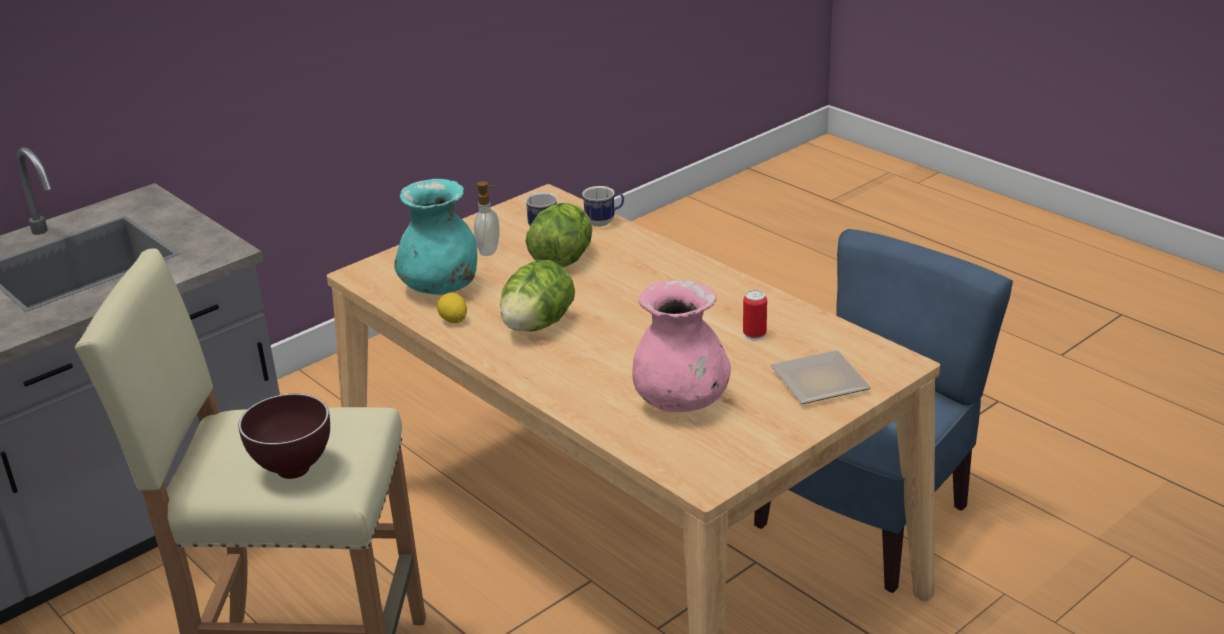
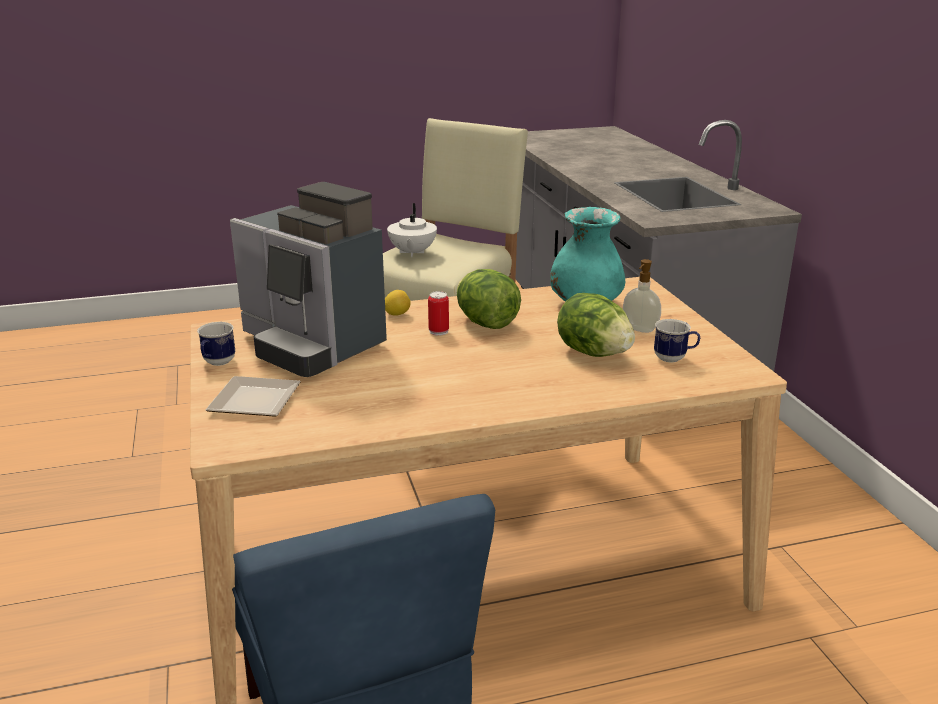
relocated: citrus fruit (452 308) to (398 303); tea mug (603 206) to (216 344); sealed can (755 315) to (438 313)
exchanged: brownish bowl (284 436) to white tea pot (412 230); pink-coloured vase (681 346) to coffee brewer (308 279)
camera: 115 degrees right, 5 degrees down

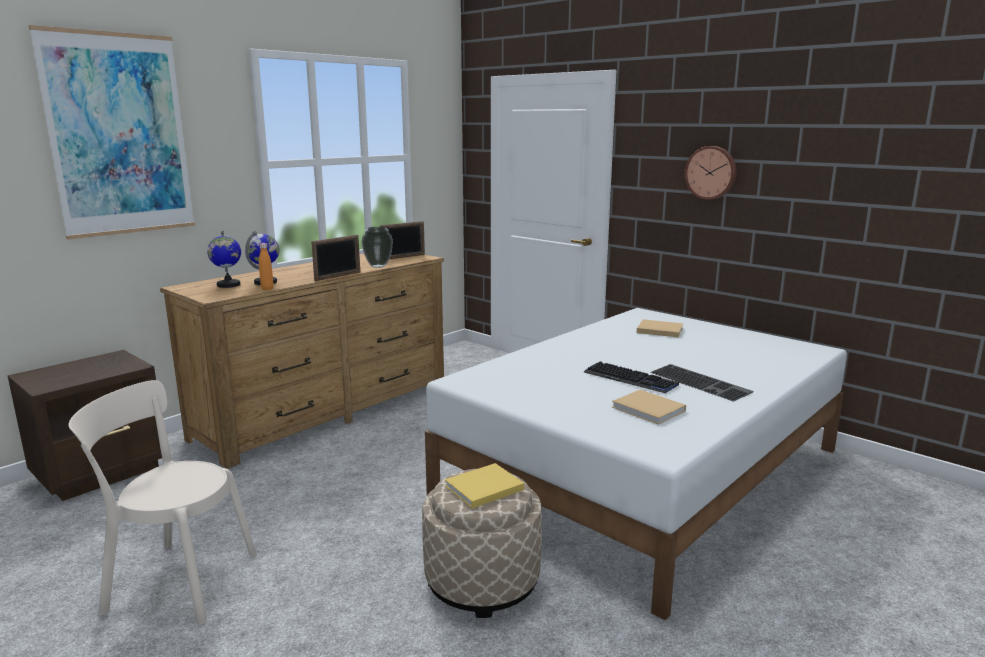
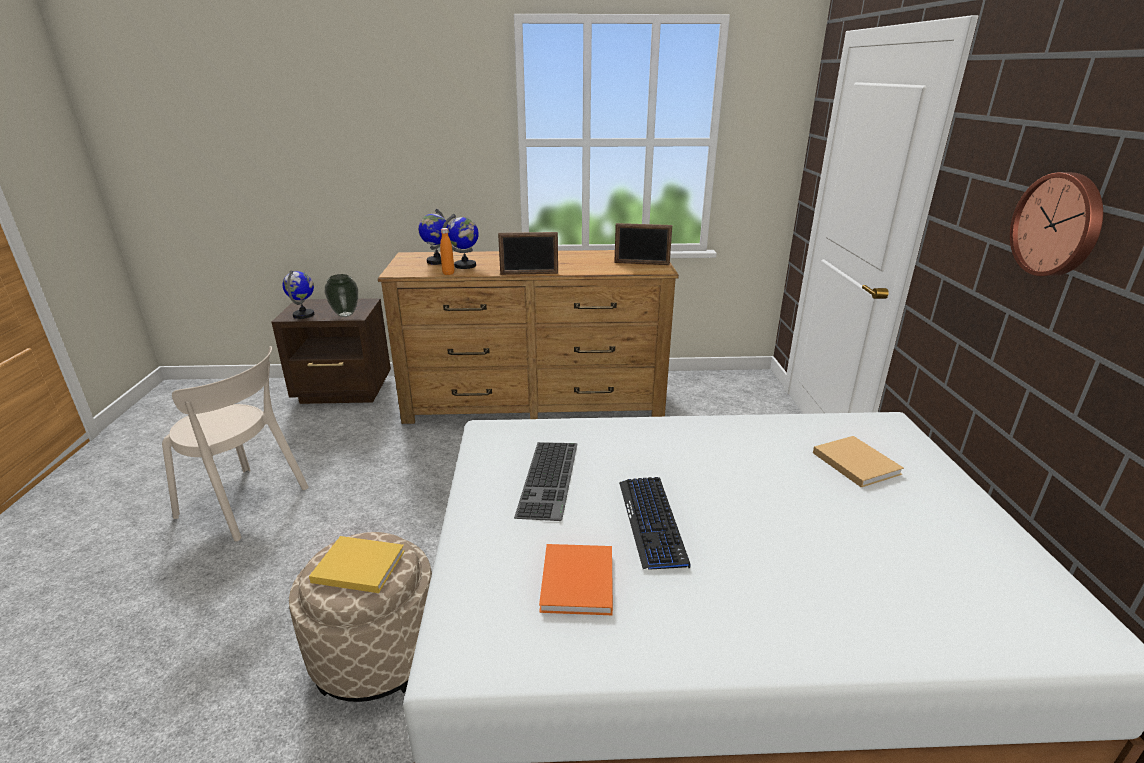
missing: picture (112 132)
appeared: globe (298 294)
relocated: vase (377 247) to (341 295); computer keyboard (701 383) to (546 481)
colour: sand-coloured bound book (649 407) to orange bound book (576 579)
spun: sand-coloured plain chair (163 502) = (235 444) 150 degrees clockwise
camera: 45 degrees right, 10 degrees up

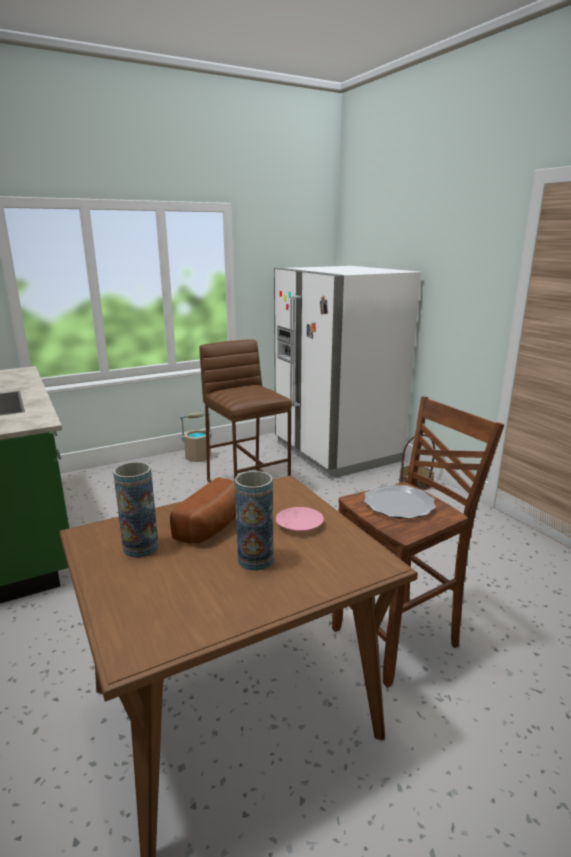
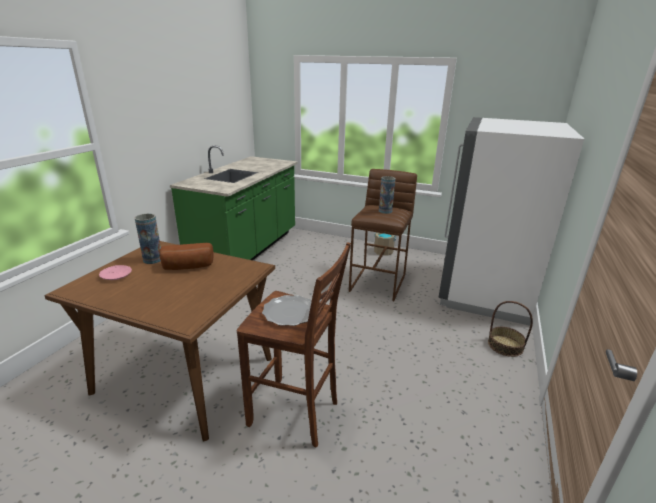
relocated: vase (254 520) to (387 195); pink-coloured dinner plate (300 519) to (115 272)
camera: 50 degrees right, 5 degrees up

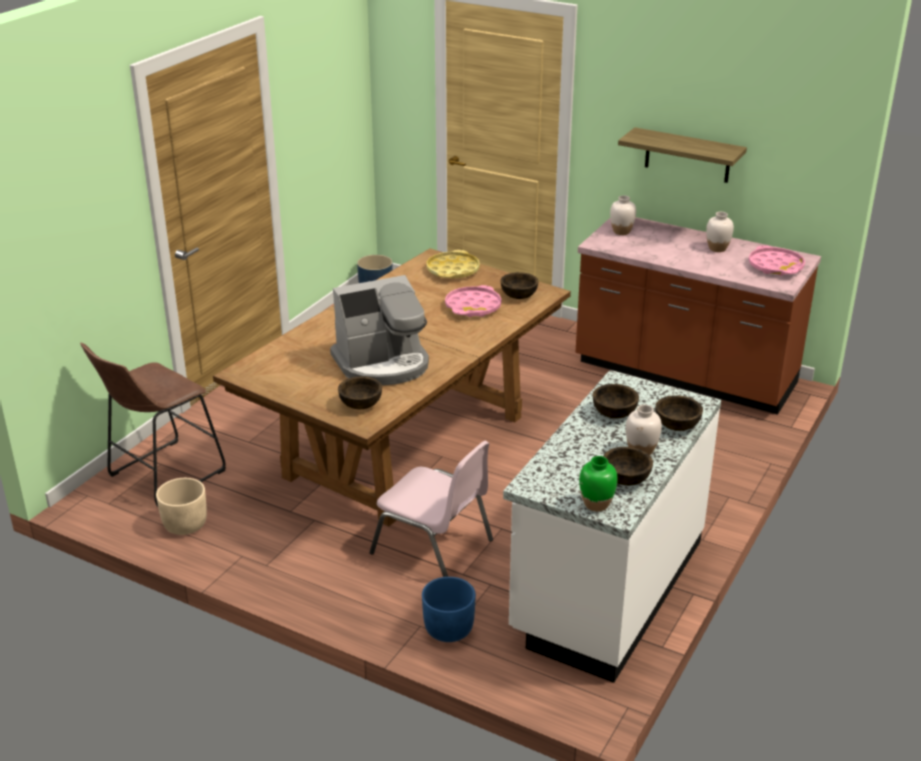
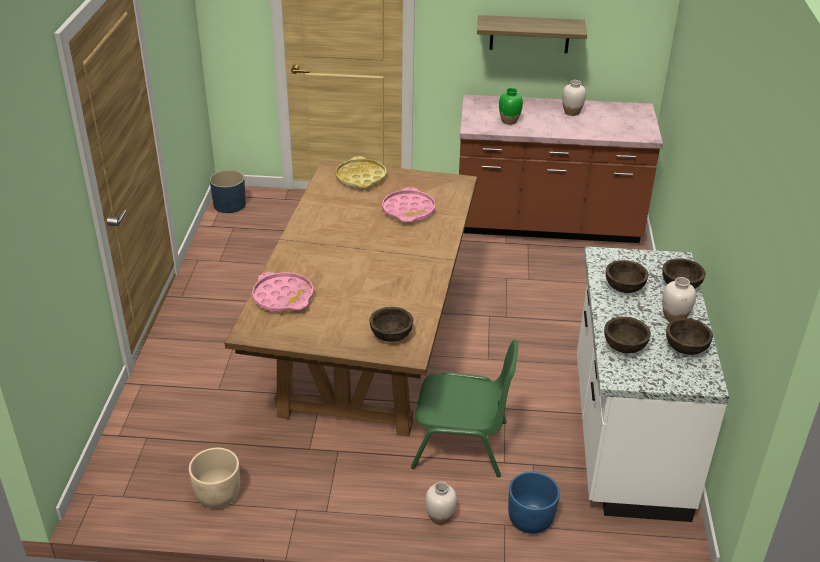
missing: brownish sitting stool (153 425); coffee brewer (379 330)
relocated: brownish bowl (519 285) to (627 335); green-coloured vase (598 484) to (511 106); white vase (623 215) to (441 503); pink-coloured serving tray (777 260) to (283 292)
colour: pink-coloured plain chair (431 509) to green-coloured plain chair (465 408)
camera: 25 degrees left, 5 degrees up

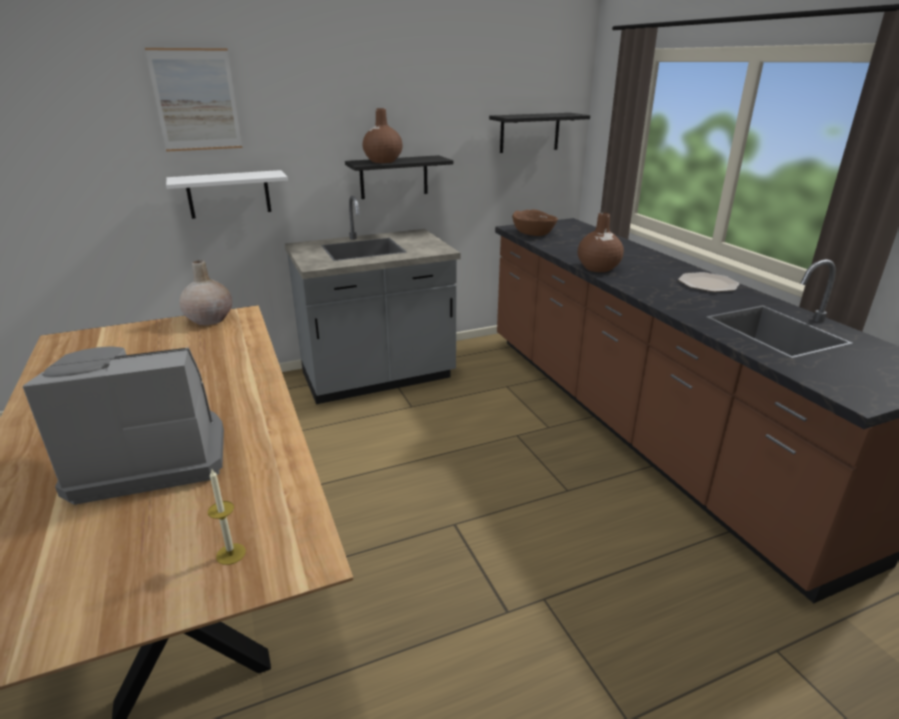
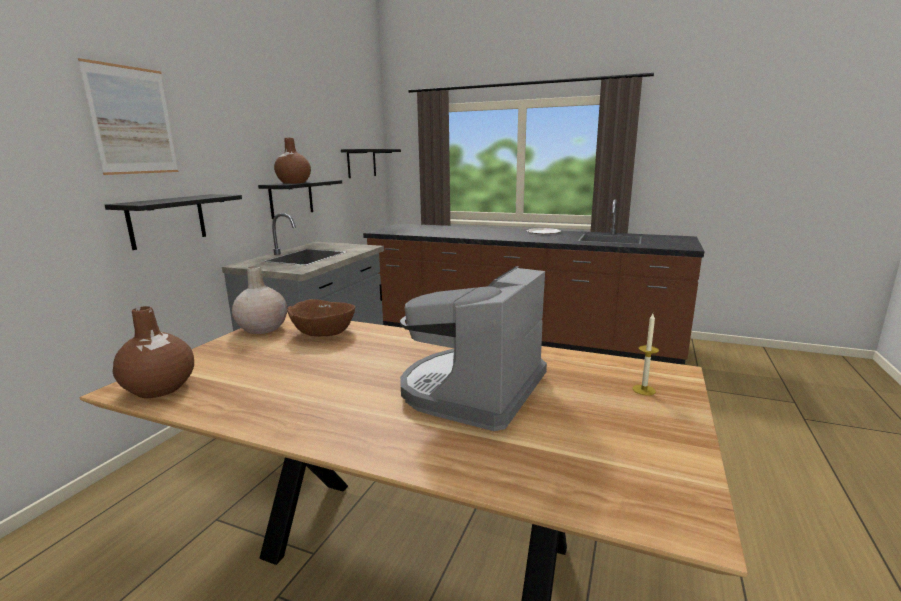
relocated: brownish bowl (535 223) to (321 317); brownish vase (600 242) to (153 352)
colour: white wall shelf (227 194) to black wall shelf (173 222)
camera: 45 degrees left, 10 degrees down

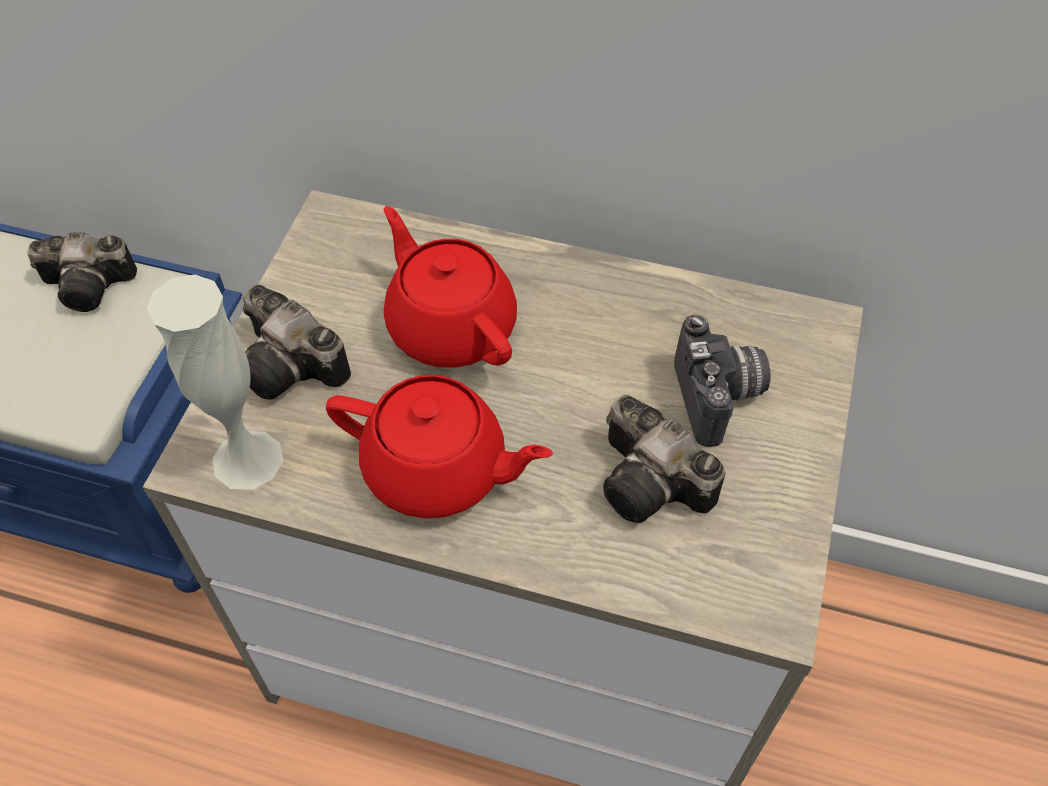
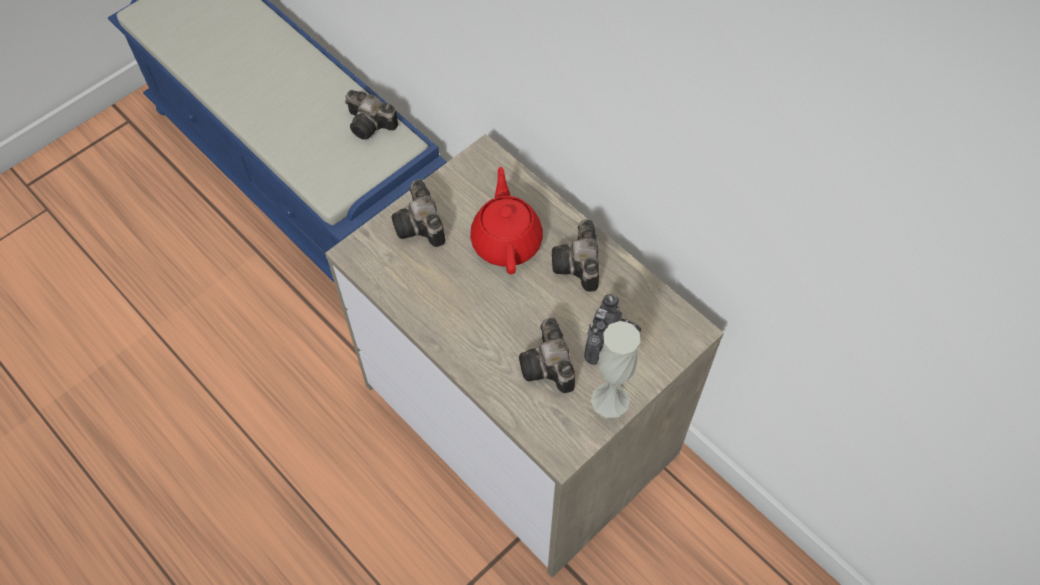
missing: red-coloured tea pot (439 447)
appeared: still camera (575 256)
relocated: white vase (215 382) to (615 369)
camera: 30 degrees right, 5 degrees up

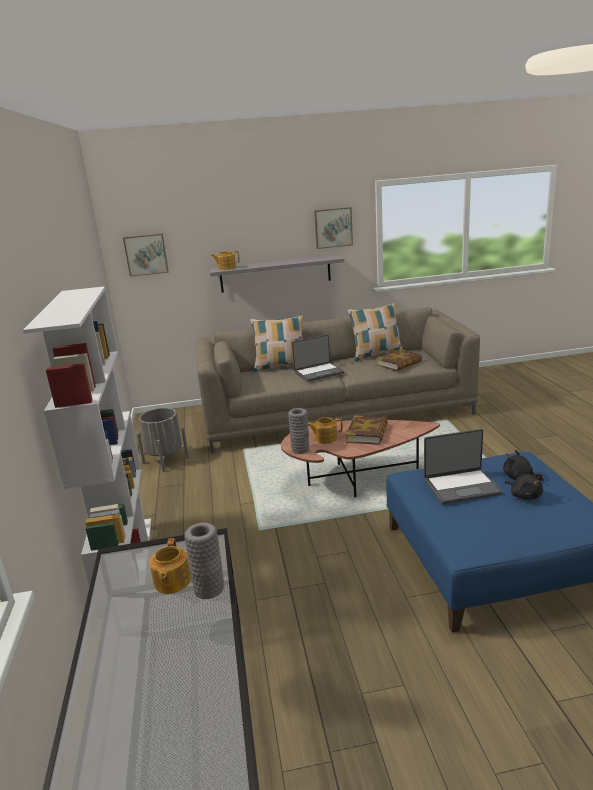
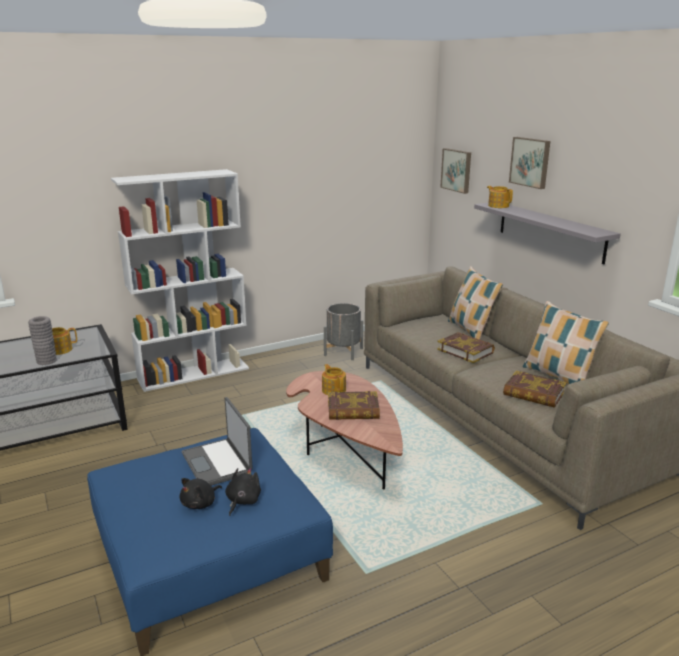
missing: grey vase (298 431)
relocated: picture (333 228) to (529 163)
exchanged: notebook computer (318 358) to bound book (466 347)
camera: 70 degrees right, 0 degrees up

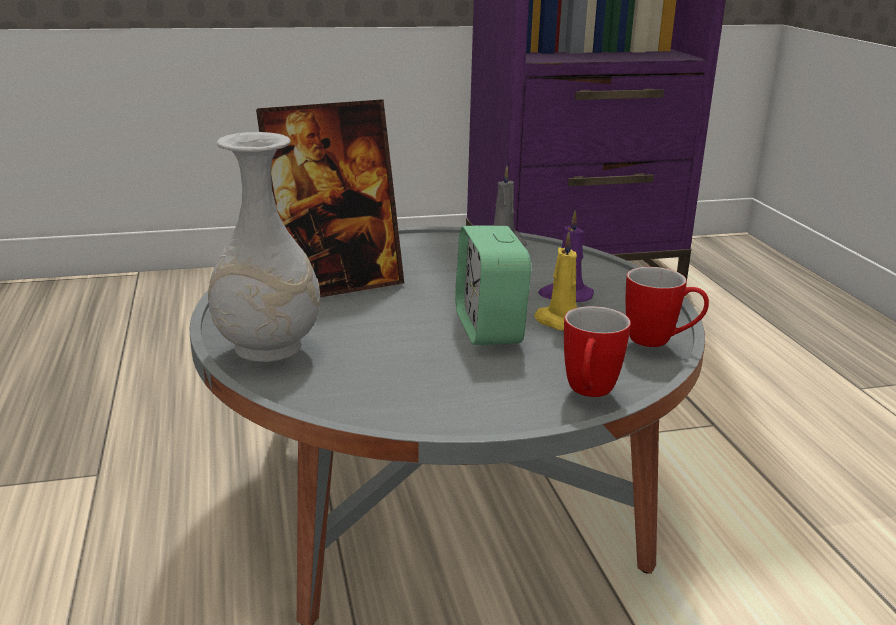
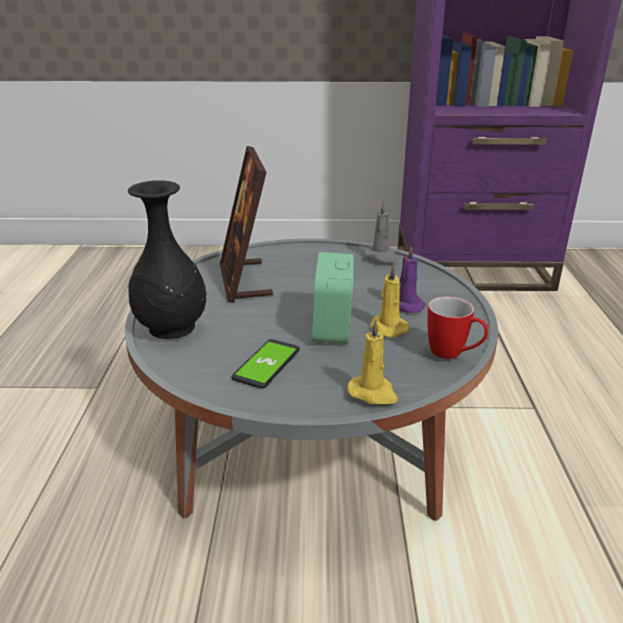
appeared: telephone (265 364)
exchanged: tea mug (597 351) to yellowish candle (372 361)
colour: white vase (264 247) to black vase (167 260)
spun: picture frame (330 198) = (246 224) 90 degrees clockwise
camera: 15 degrees right, 5 degrees up

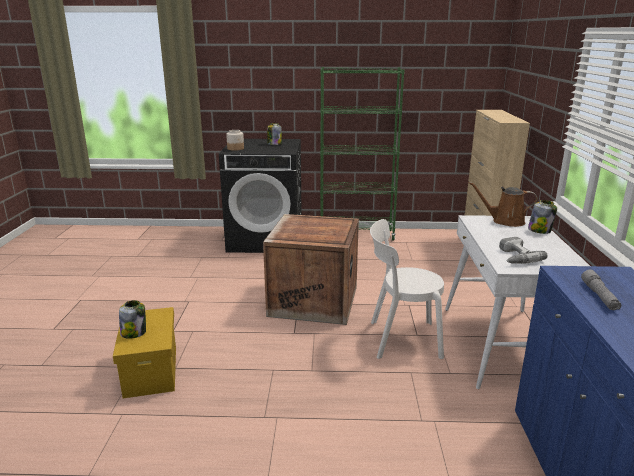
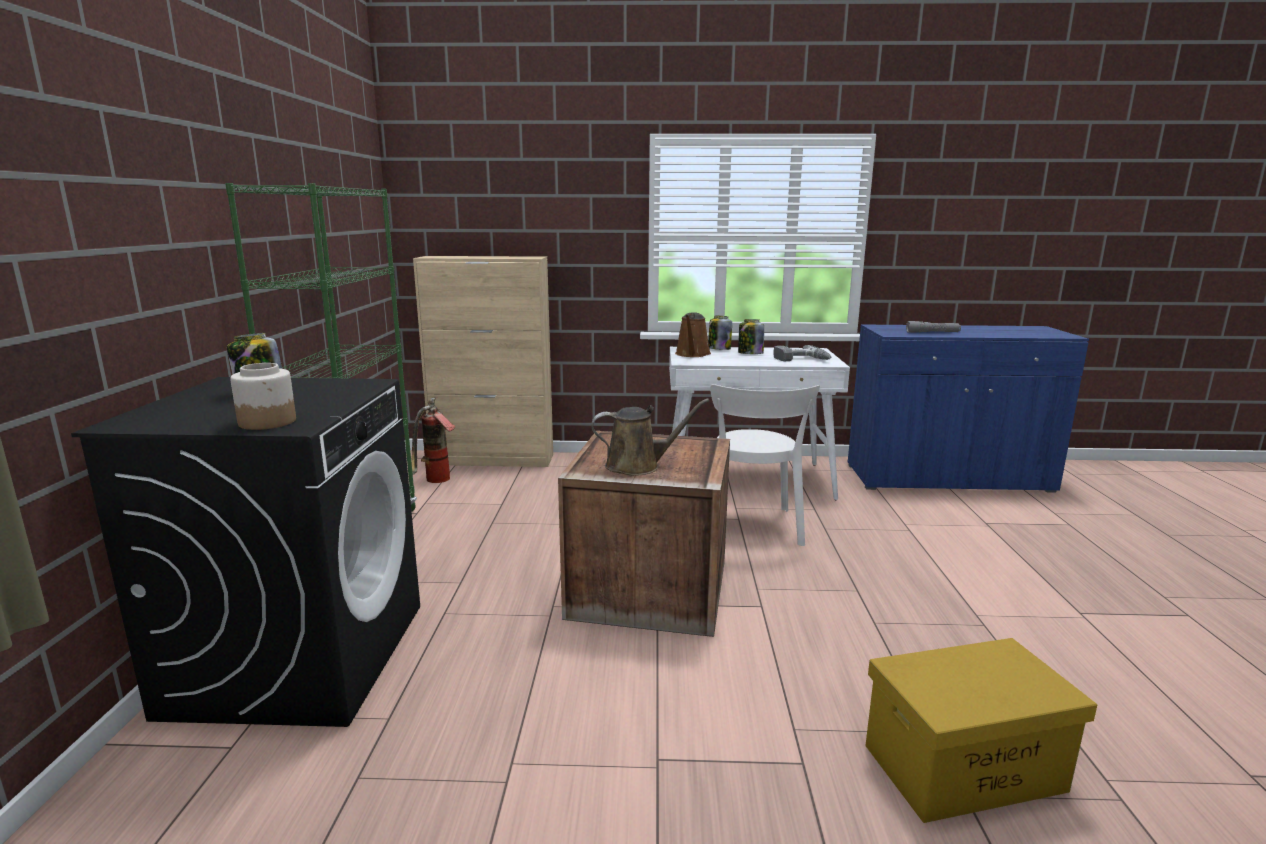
appeared: fire-fighting cylinder (433 440); brownish watering pot (650 437)
relocated: storage jar (132 319) to (751 336)
camera: 90 degrees left, 5 degrees down

